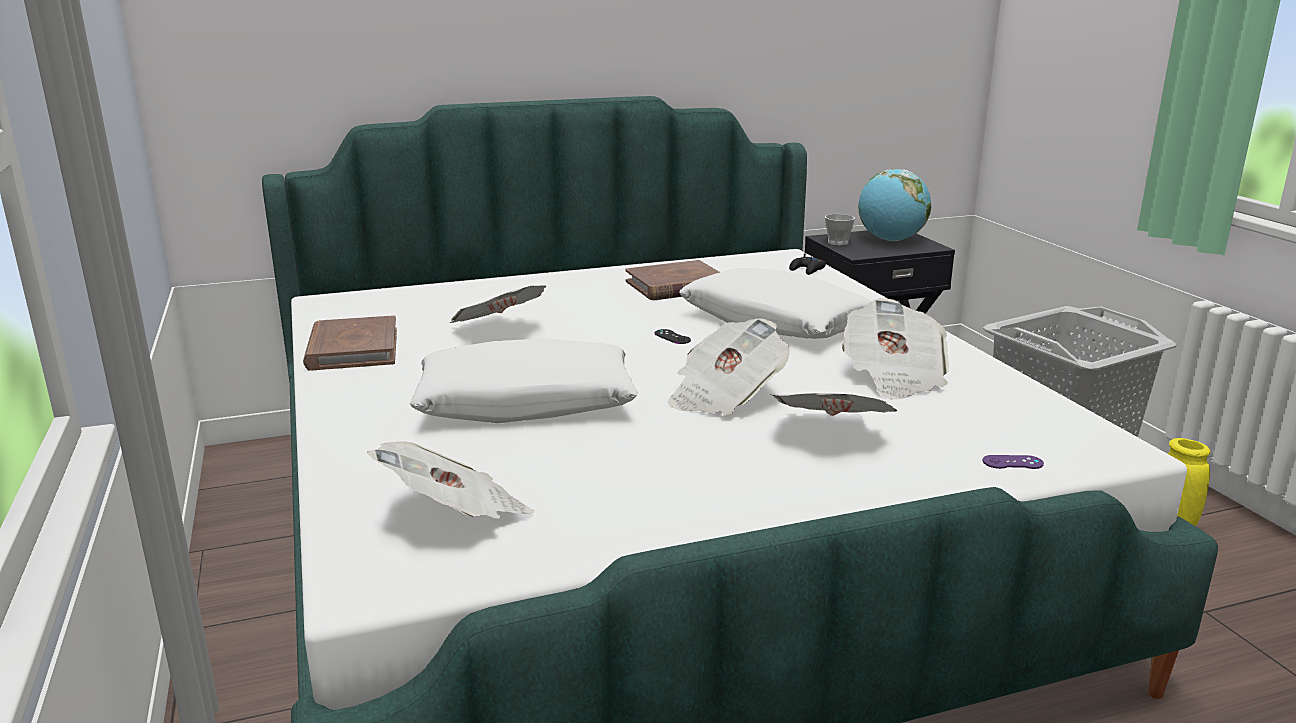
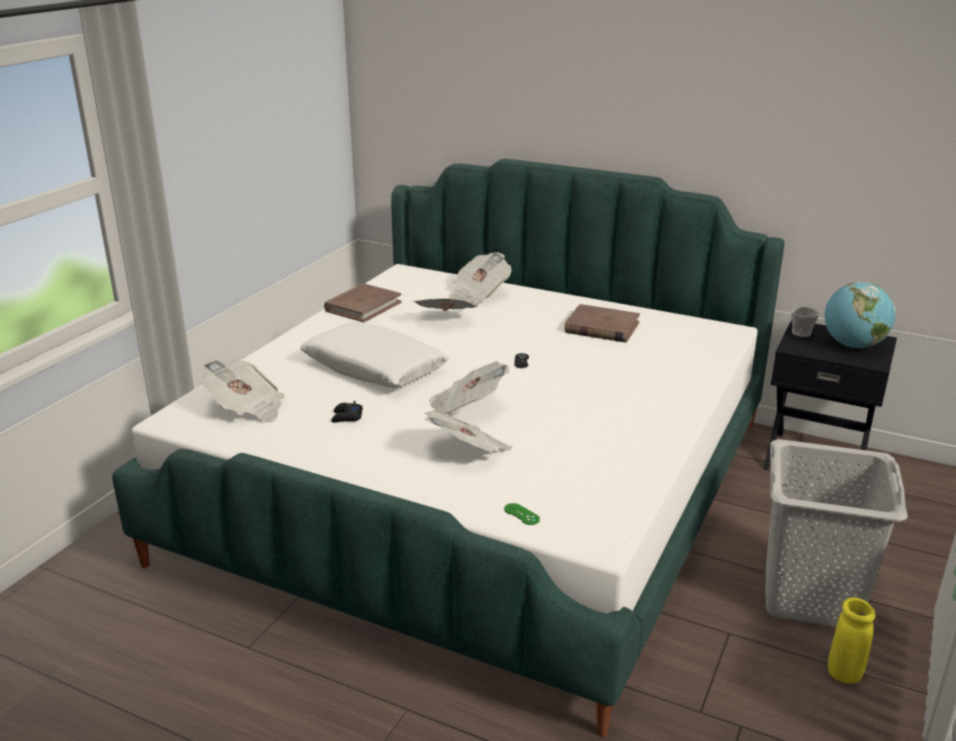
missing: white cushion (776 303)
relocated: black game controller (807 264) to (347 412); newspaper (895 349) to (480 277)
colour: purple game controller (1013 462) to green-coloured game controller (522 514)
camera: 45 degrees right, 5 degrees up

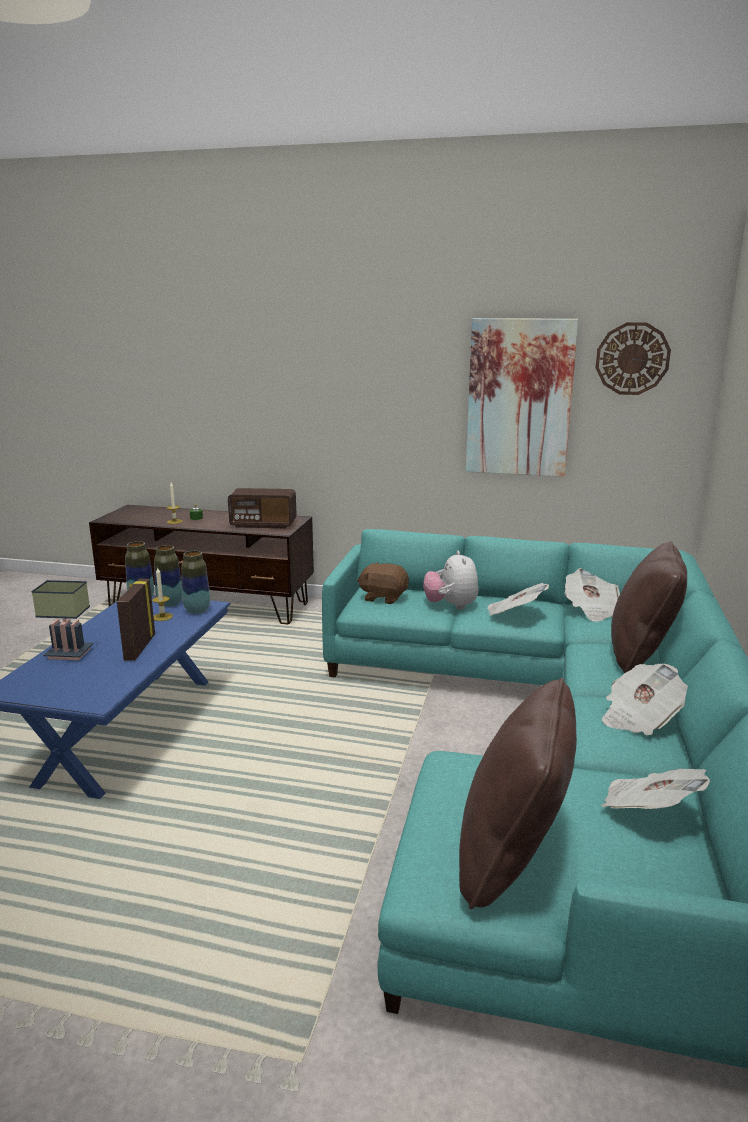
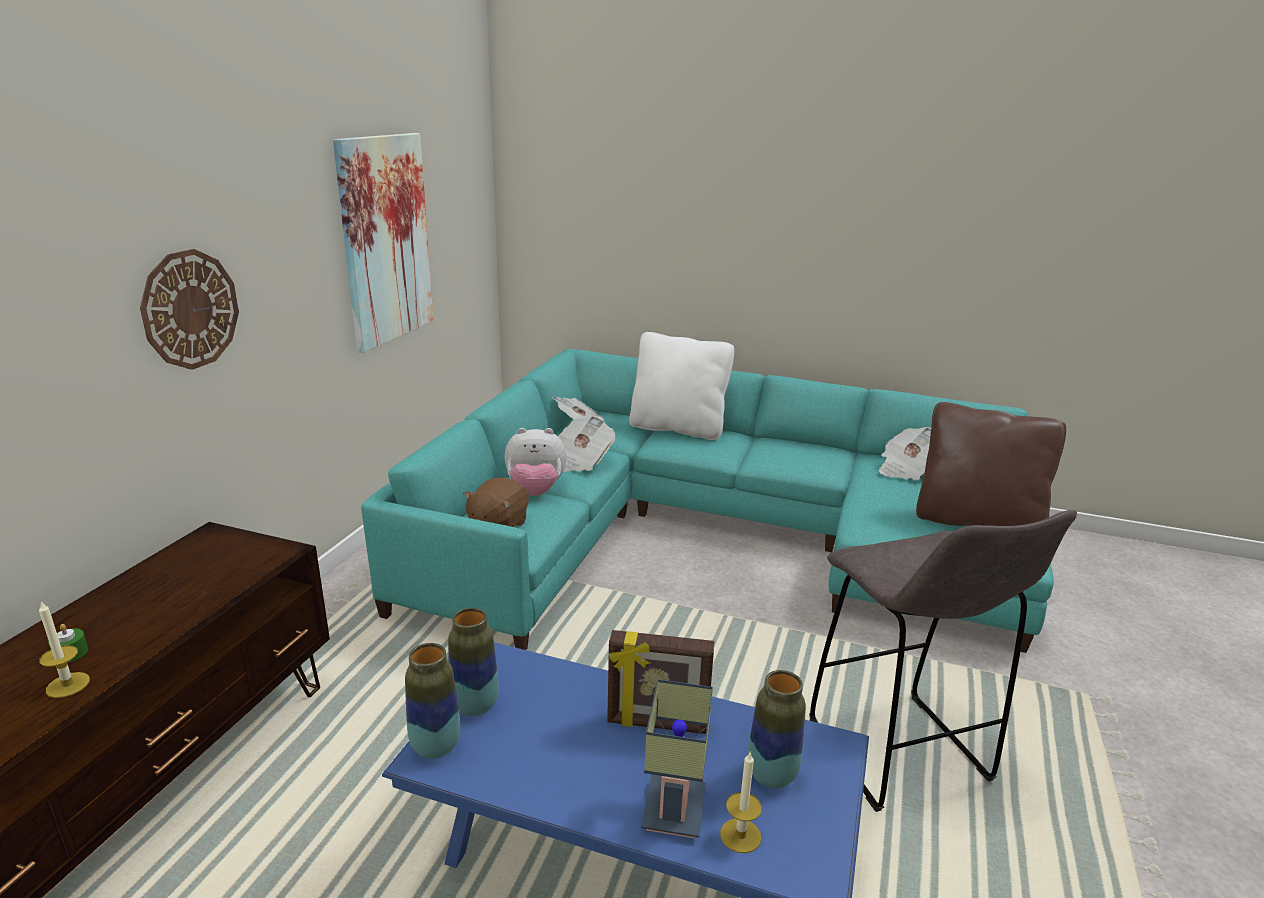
missing: radio (262 508); newspaper (645 699)
appeared: grey sitting stool (943 661)
relocated: candle (162 594) to (741 802); vase (195 582) to (776 729); hanging clock (633 358) to (189 309)
colour: brownish cushion (649 607) to white cushion (681 386)
camera: 85 degrees left, 5 degrees up

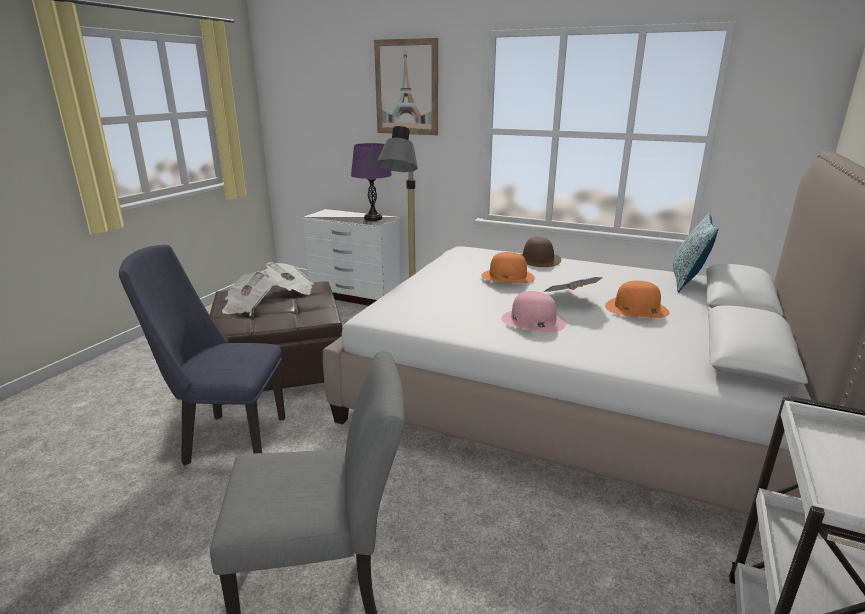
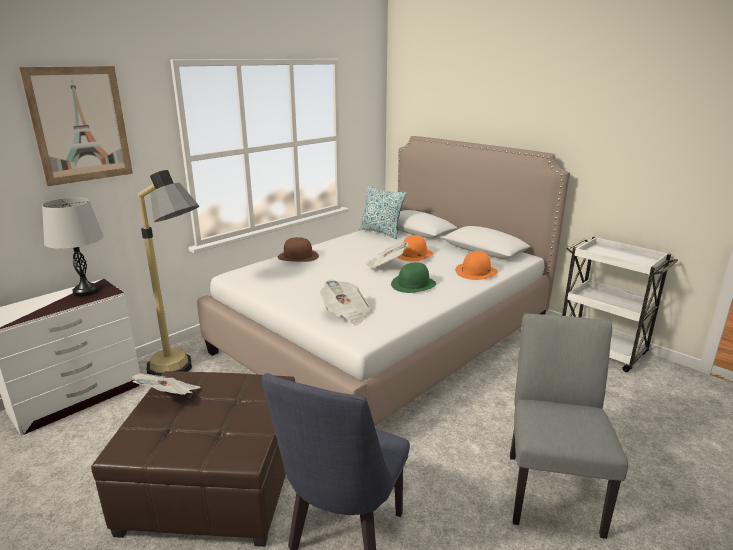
relocated: newspaper (247 292) to (346 302); orange clothing hat (508 267) to (476 265)
colour: purple tabletop lamp (371 182) to grey tabletop lamp (73 247); pink-coloured clothing hat (533 311) to green-coloured clothing hat (413 277)
camera: 70 degrees left, 0 degrees up

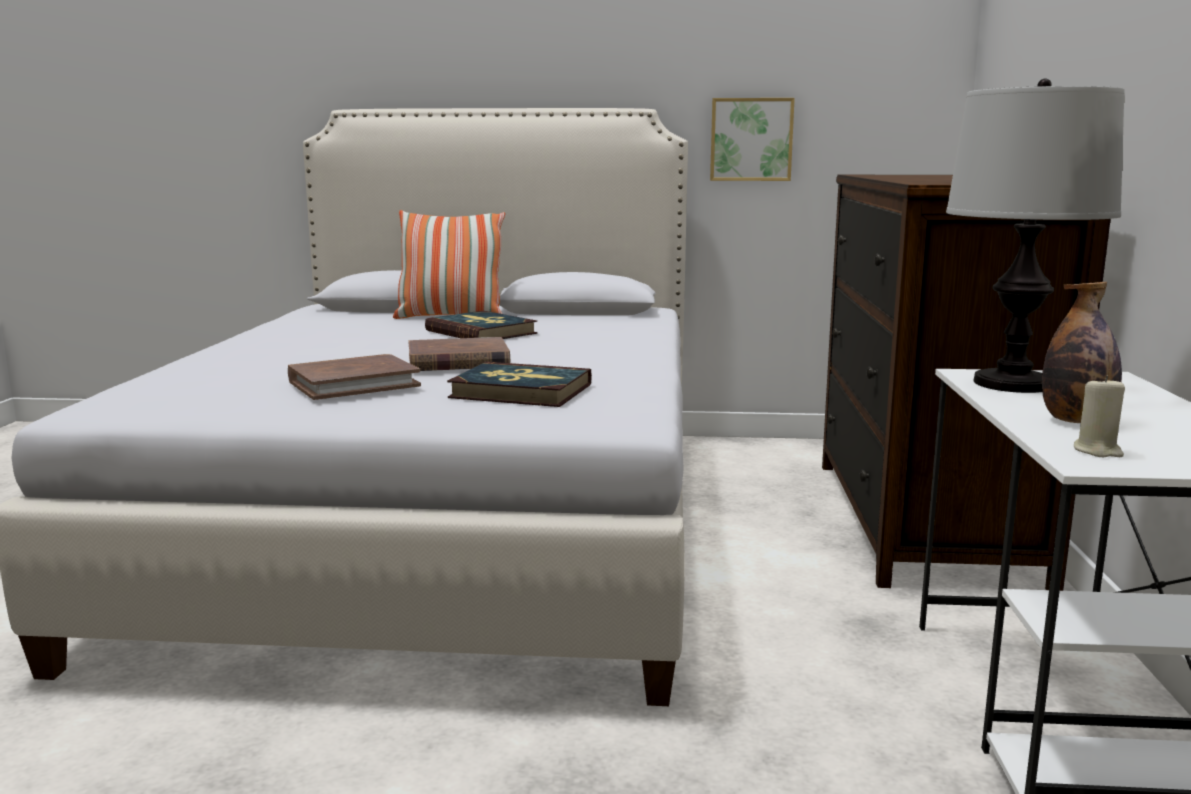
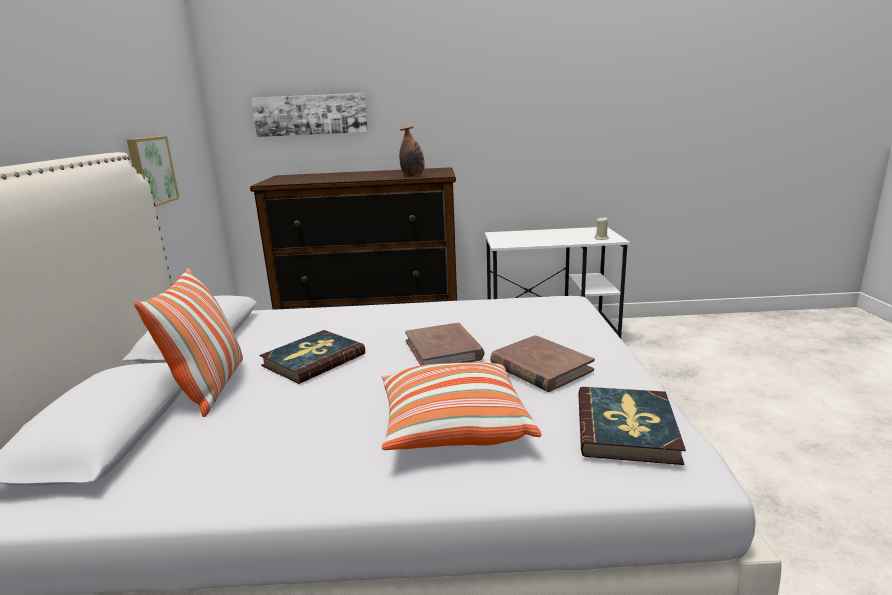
missing: tabletop lamp (1035 236)
appeared: picture (309 115); cushion (462 406)
relocated: bound book (519 384) to (632 426); drink bottle (1082 352) to (412 151)
camera: 95 degrees left, 5 degrees up

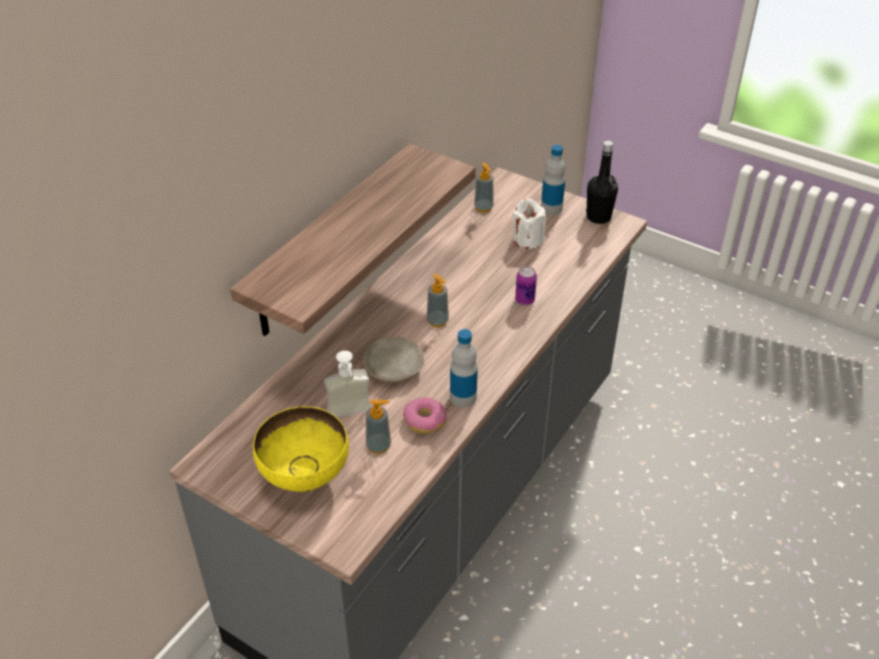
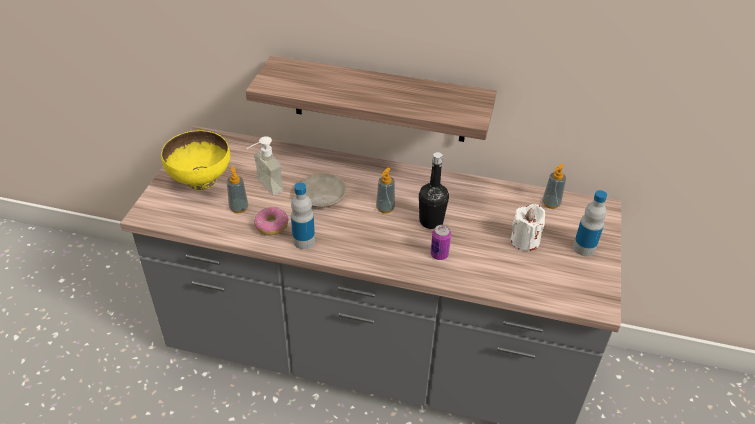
relocated: black drink bottle (602 182) to (434 190)
camera: 70 degrees right, 0 degrees up

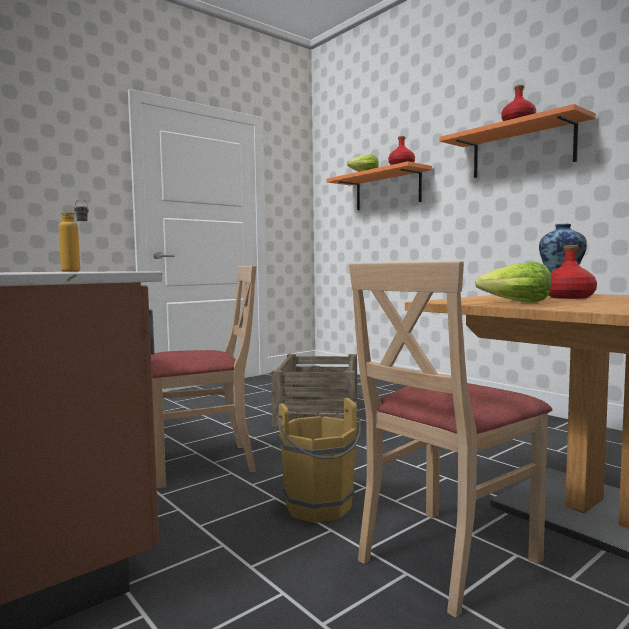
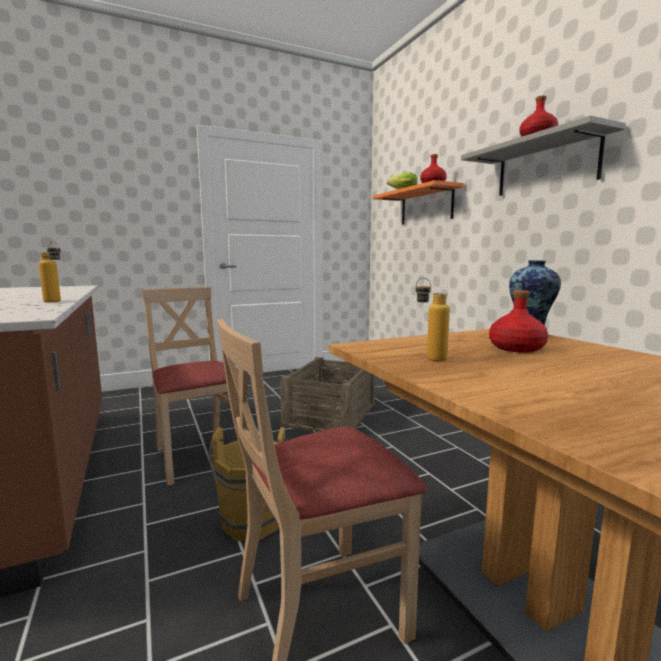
exchanged: lettuce head (513 282) to drink bottle (433 319)
colour: orange wall shelf (517 141) to grey wall shelf (543 155)
spun: sand-coloured plain chair (203 377) = (189 386) 120 degrees counterclockwise
camera: 15 degrees right, 5 degrees up

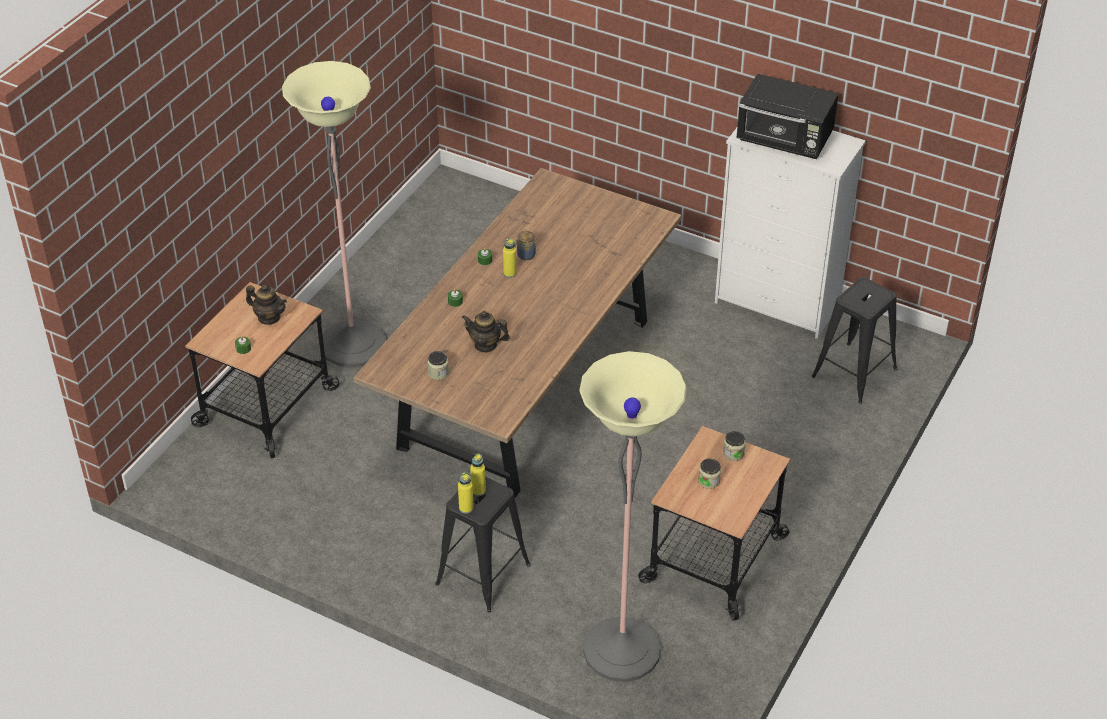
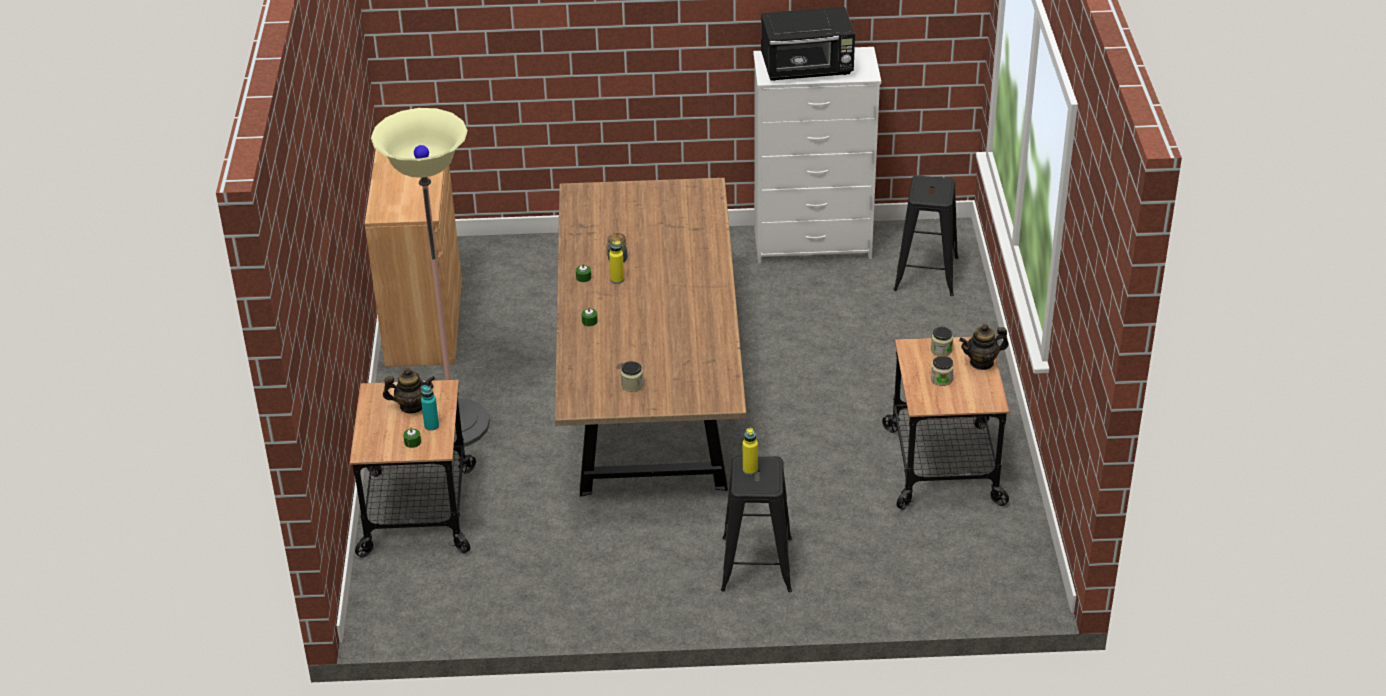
missing: yellowish drink bottle (466 493); floor lamp (633 516)
appeared: brownish cupboard (413 258); blue-green drink bottle (430 408)
relocated: tea pot (486 332) to (984 347)
camera: 30 degrees left, 5 degrees down

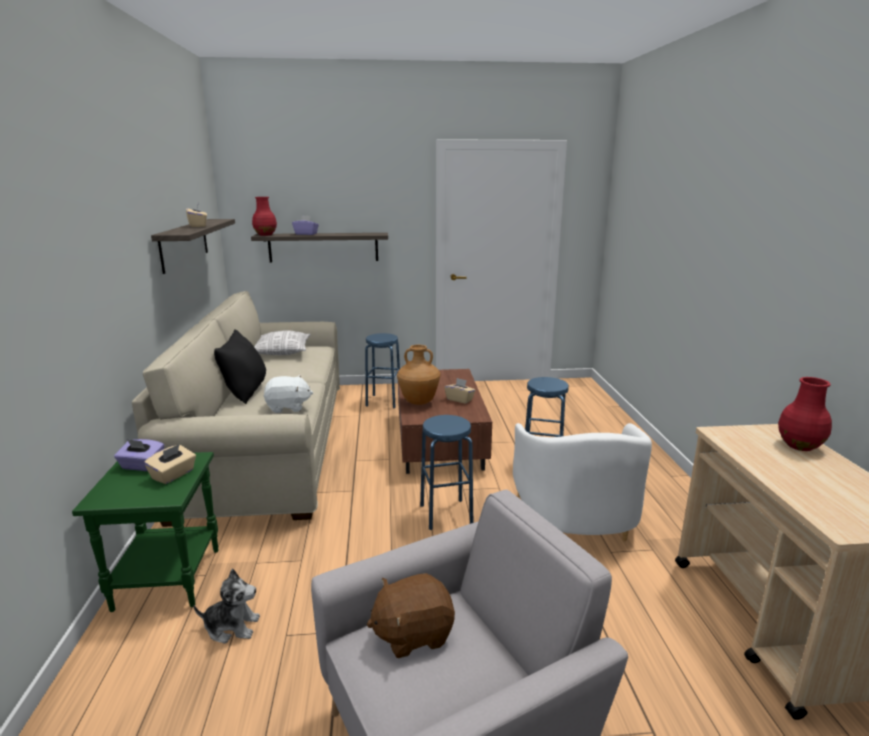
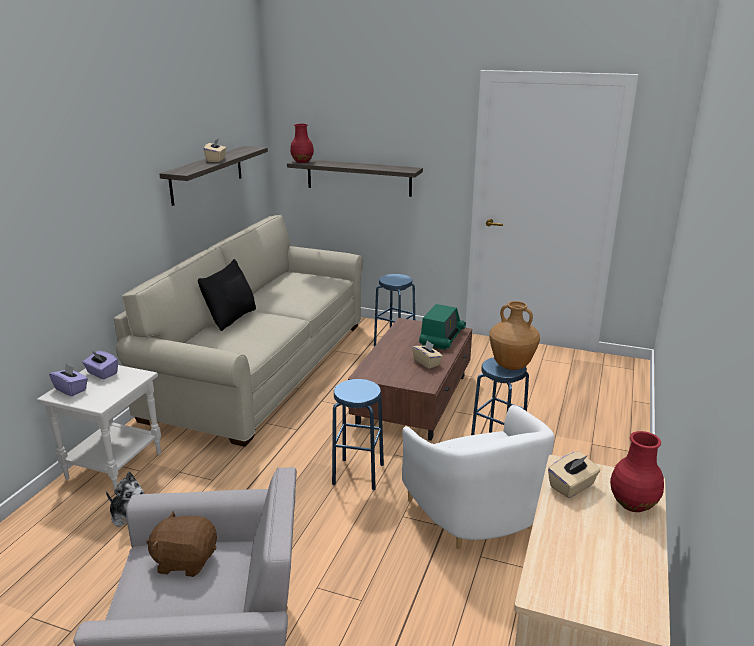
missing: cushion (283 343); white soft toy (288 394)
appeared: radio (442 327)
relocated: sand-coloured tissue holder (170 464) to (574 474); purple tissue holder (305 225) to (68 379); brownish vase (418 375) to (514 335)
colour: green-coloured end table (145 532) to white end table (99 427)
spun: white lounge chair (582 482) = (478 477) 45 degrees counterclockwise
camera: 25 degrees right, 5 degrees up

